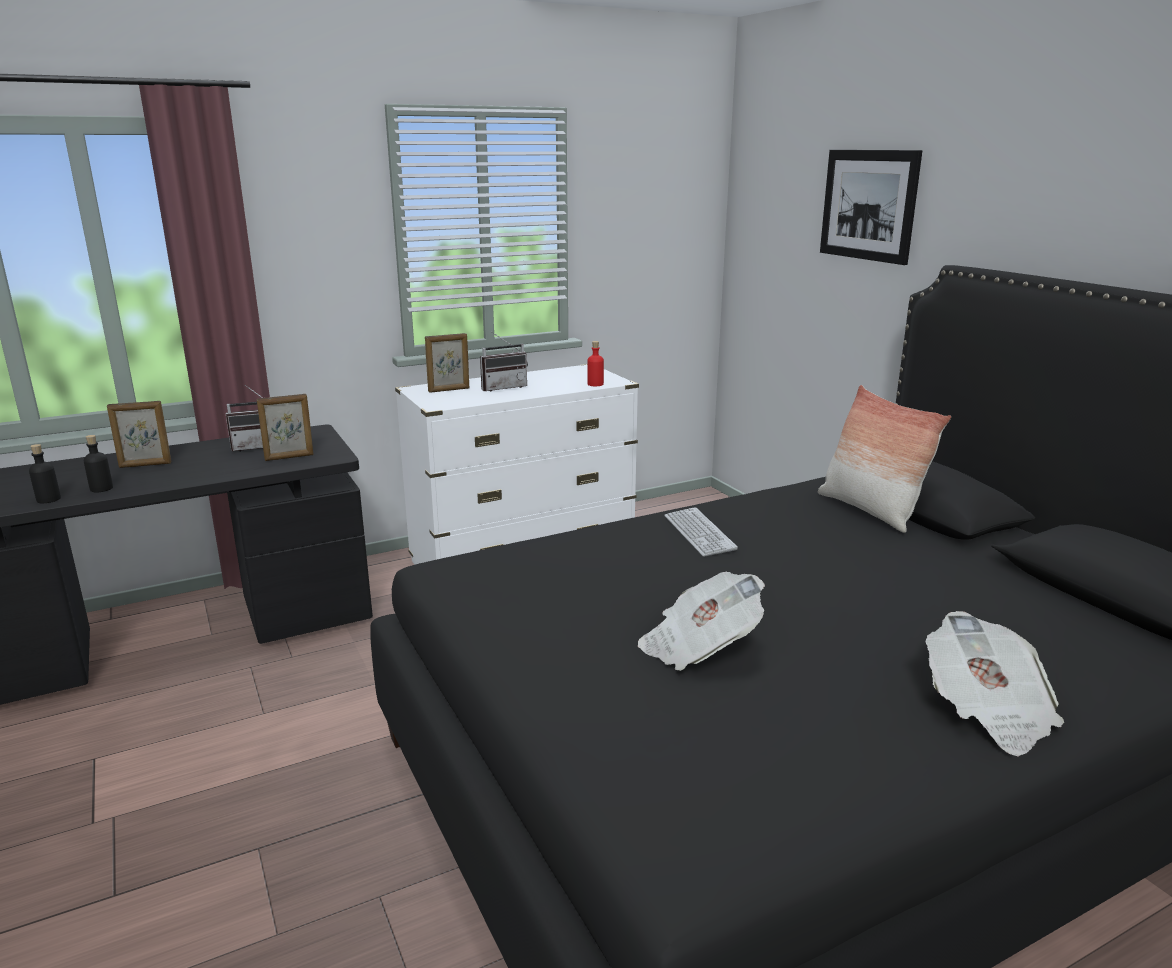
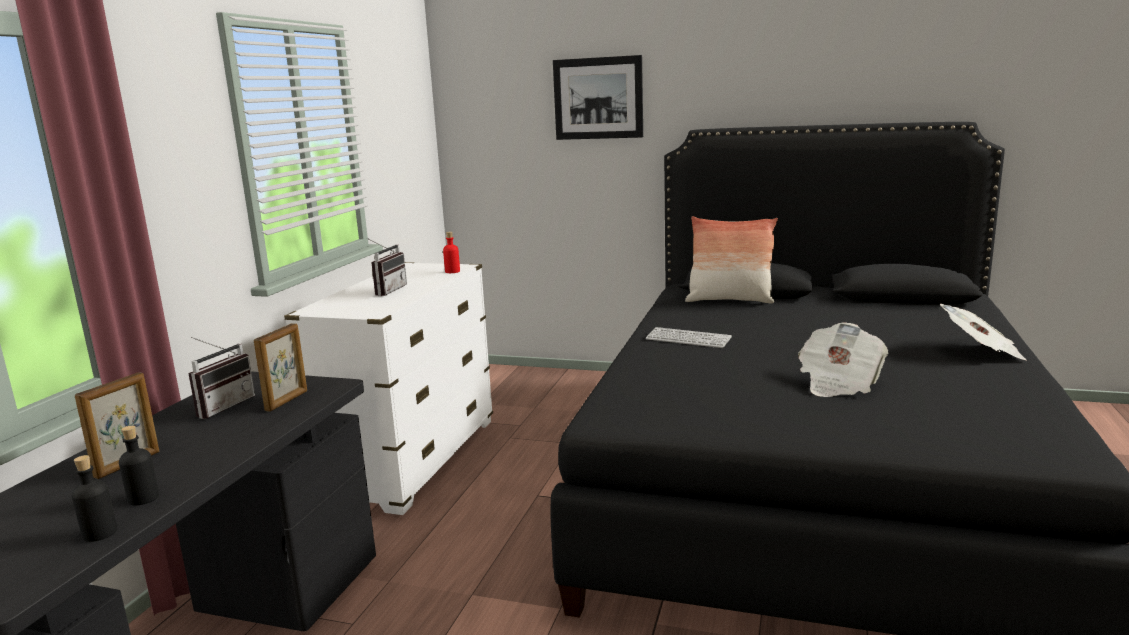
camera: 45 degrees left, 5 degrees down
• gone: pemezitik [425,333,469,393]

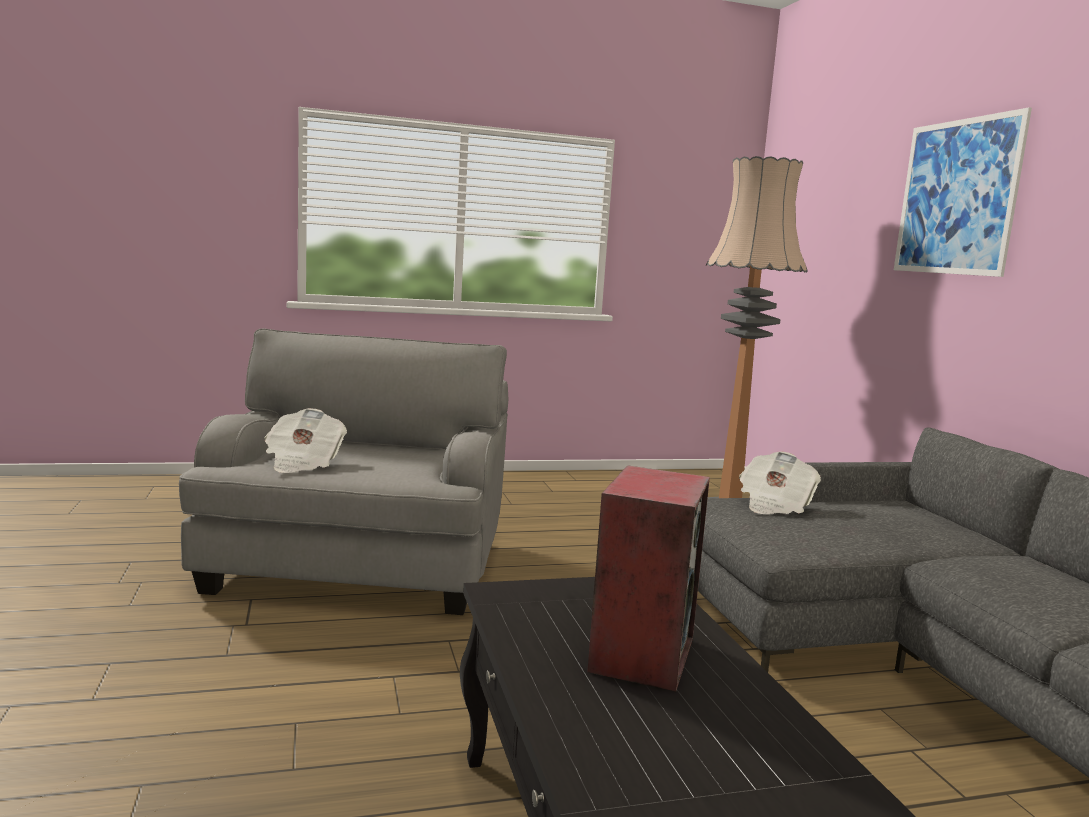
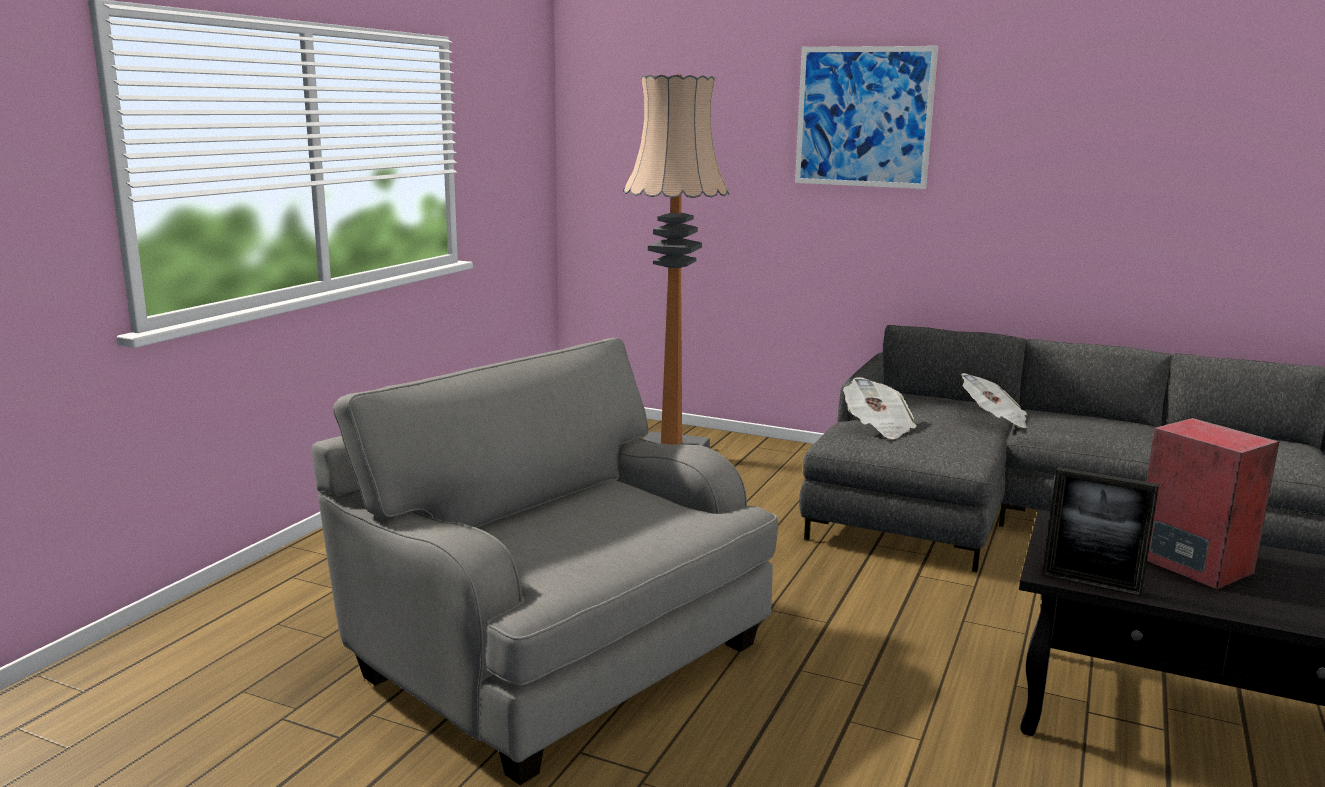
camera: 50 degrees left, 5 degrees up
• shifted: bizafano [265,408,347,473] to [961,373,1027,428]
• new: pemezitik [1043,467,1159,597]

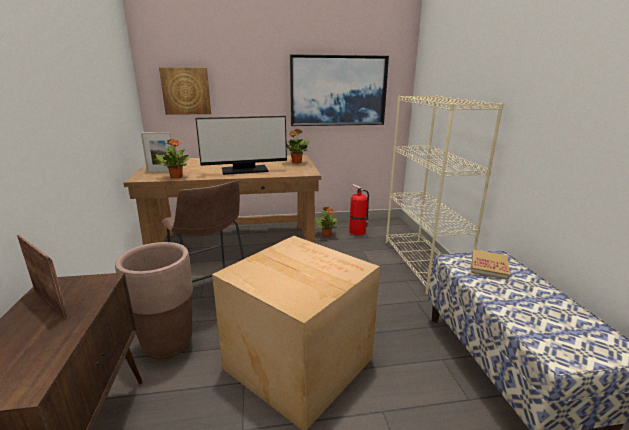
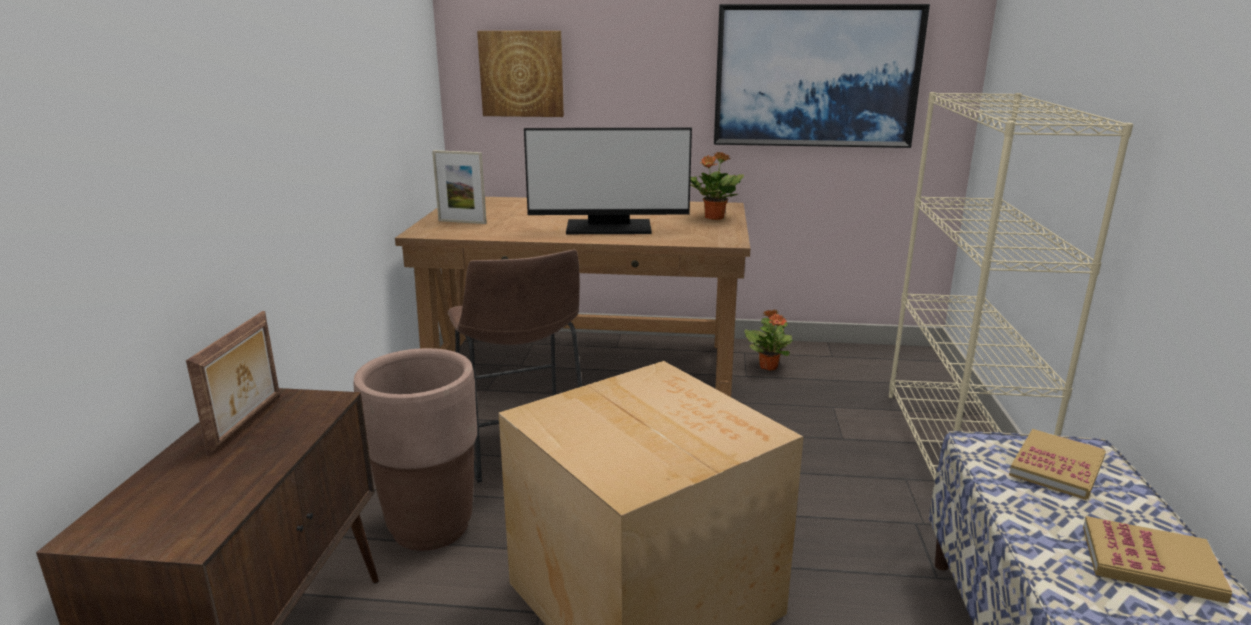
camera: 15 degrees right, 0 degrees up
• rotated: pemezitik [17,235,67,319] = [186,311,280,457] 45 degrees clockwise
• gone: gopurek [156,139,189,178]
• gone: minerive [349,184,369,235]
• new: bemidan [1083,516,1232,603]

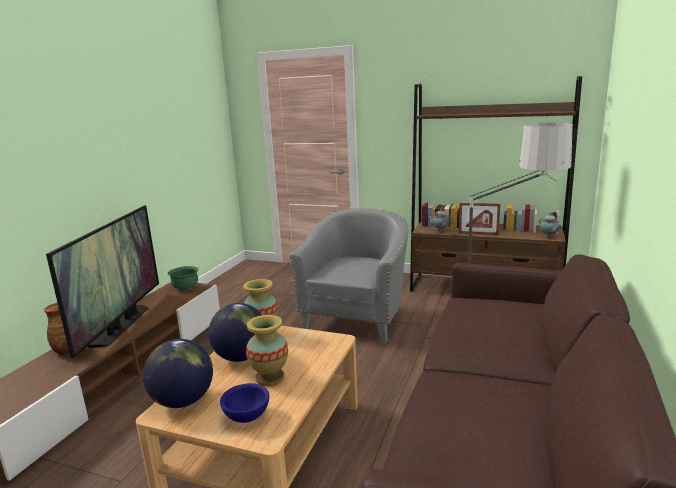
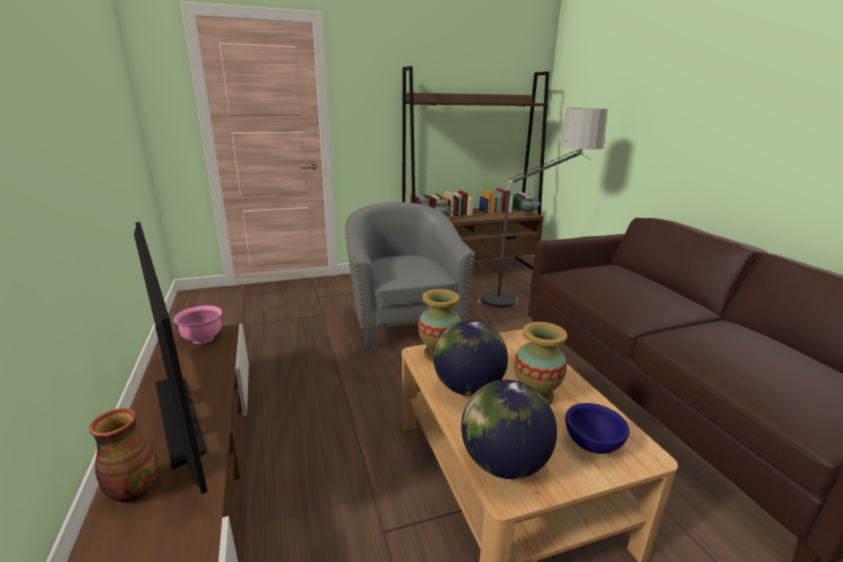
camera: 40 degrees left, 5 degrees up
• repainted: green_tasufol [167,266,199,291] to pink_tasufol [173,305,222,344]
• gone: pemezitik [459,203,500,235]

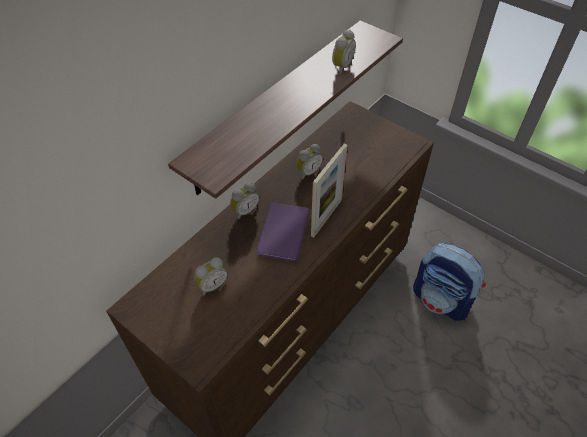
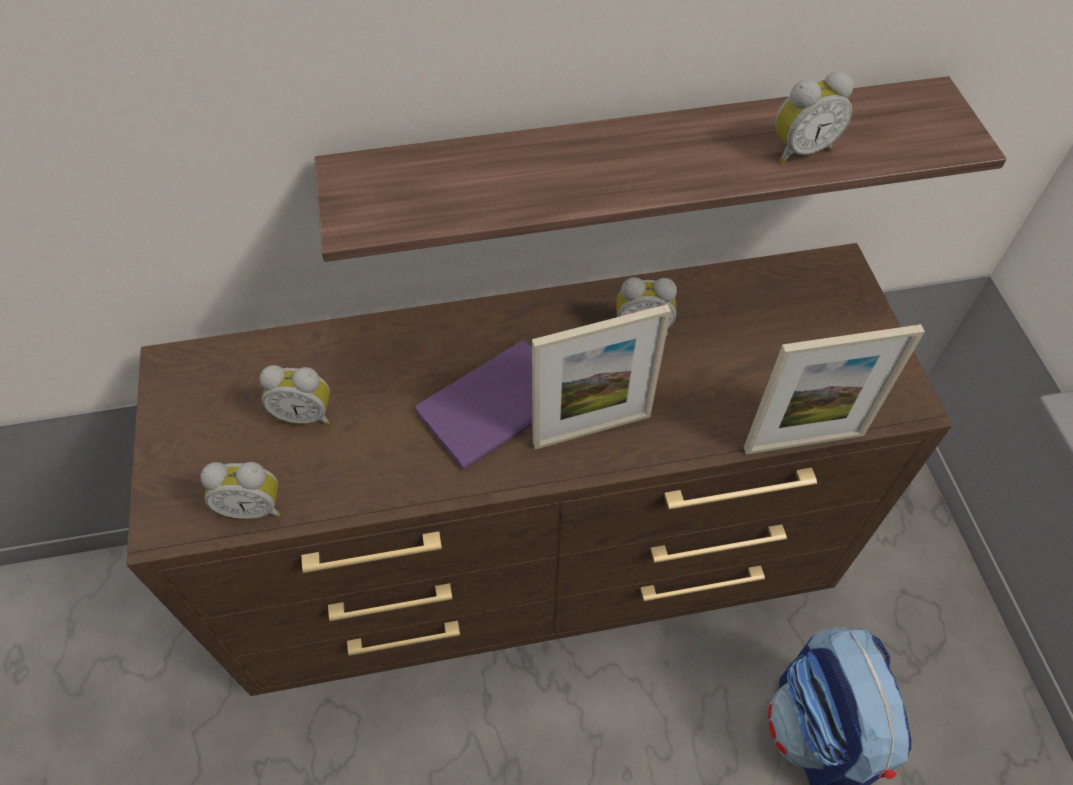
camera: 40 degrees right, 5 degrees up
• shifted: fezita [230,182,259,220] to [201,462,280,519]
• new: pemezitik [744,324,925,454]

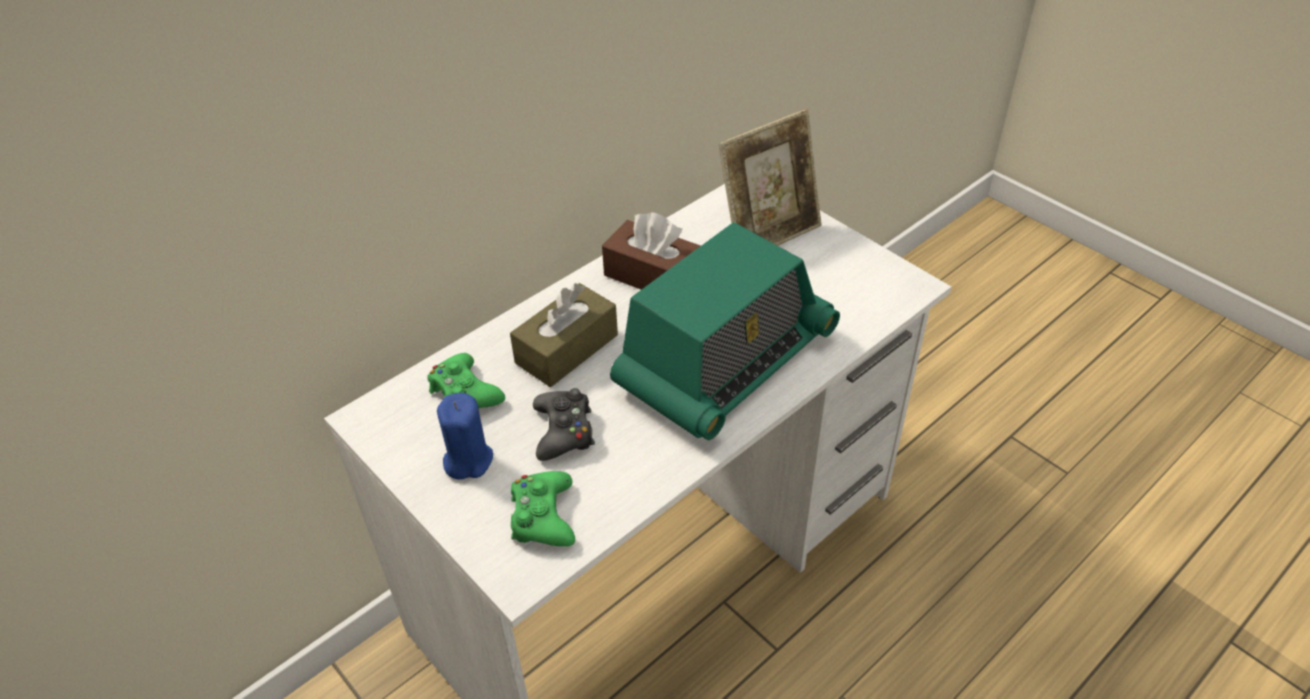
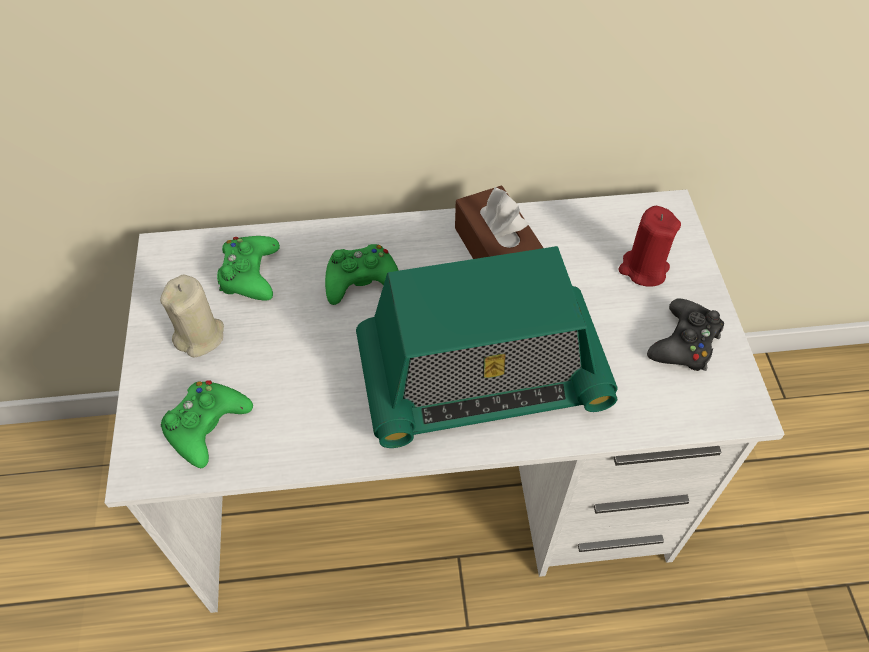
camera: 35 degrees right, 10 degrees up
• repainted: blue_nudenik [437,393,493,480] to beige_nudenik [160,275,224,358]
• swapped: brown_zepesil [510,283,618,387] to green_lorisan [325,244,399,305]
• shifted: black_lorisan [533,388,595,461] to [647,299,724,371]
• swapped: pemezitik [719,109,822,246] to red_nudenik [619,206,681,287]

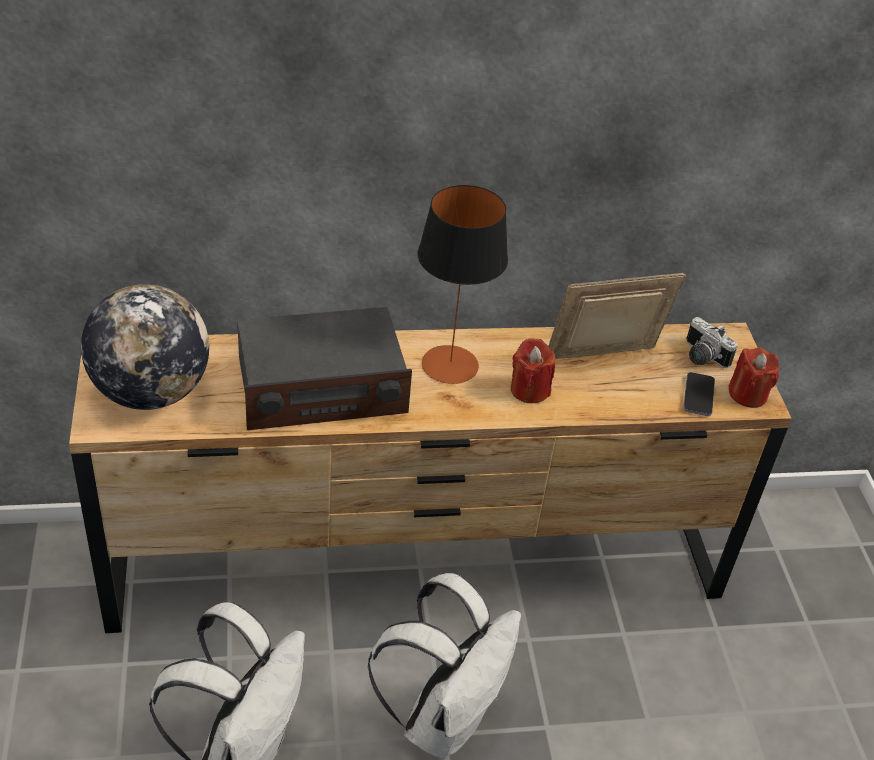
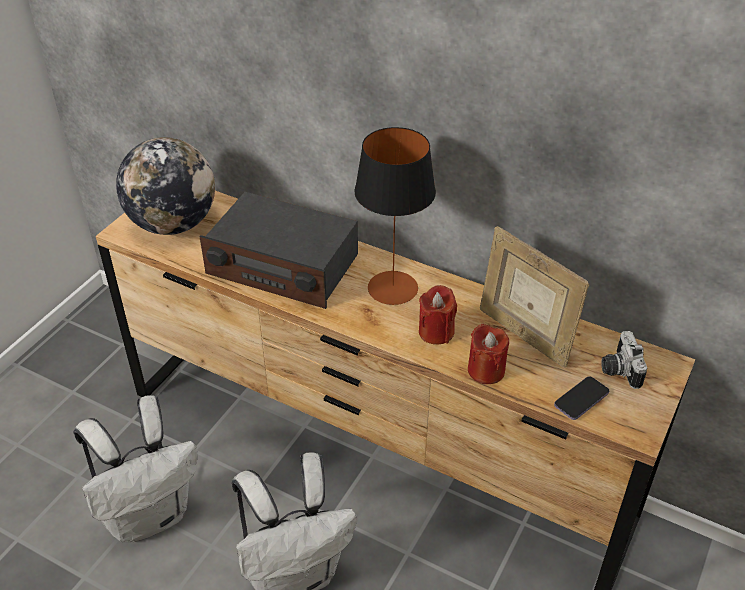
camera: 40 degrees right, 0 degrees up
• rotated: pemezitik [548,273,686,359] = [480,226,589,367] 150 degrees counterclockwise
• shifted: red_nudenik [729,347,779,408] to [468,324,509,384]

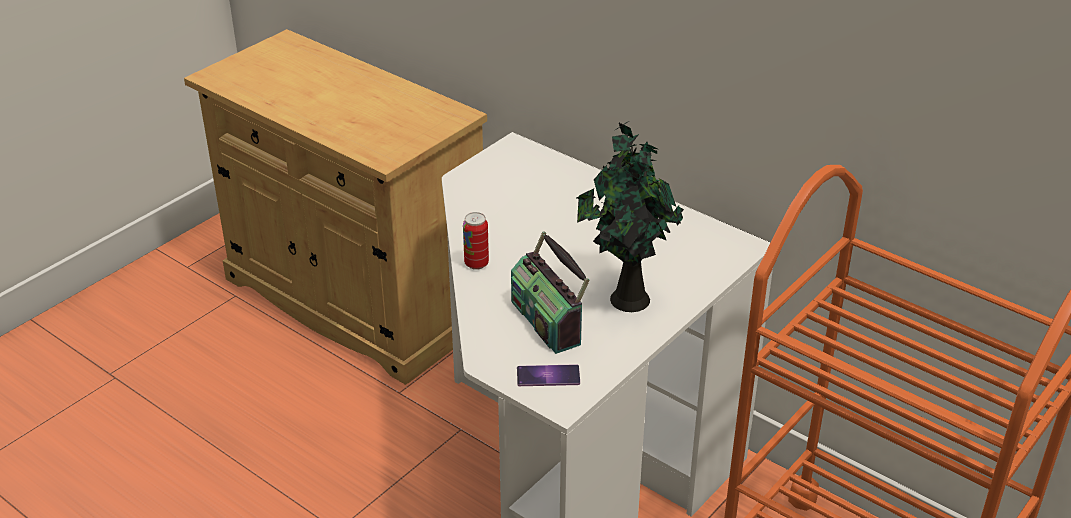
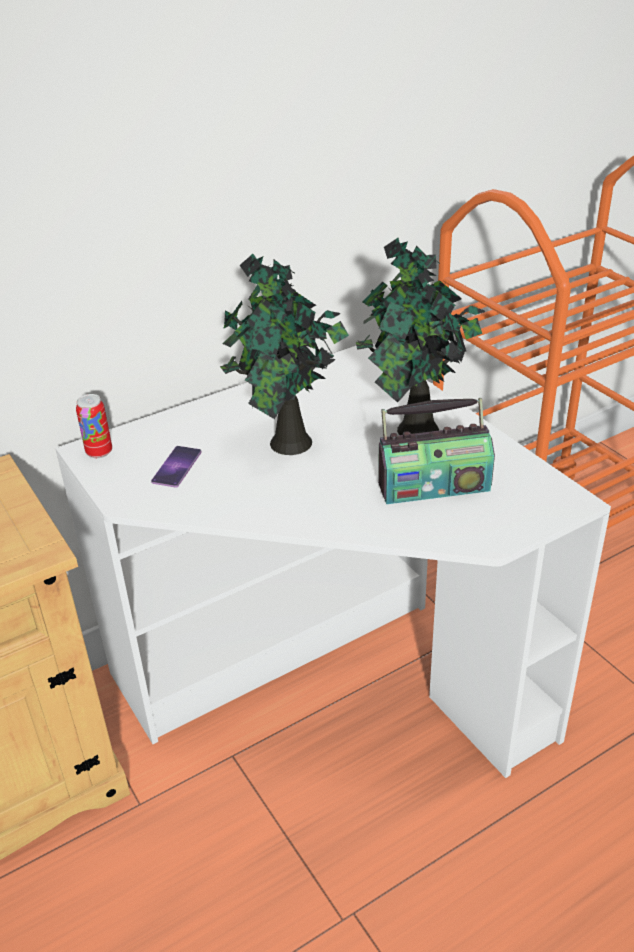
camera: 70 degrees left, 0 degrees up
• shifted: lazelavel [463,212,489,270] to [76,394,112,458]
• shifted: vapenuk [517,364,580,386] to [151,446,202,488]
• new: gopurek [220,254,349,455]

